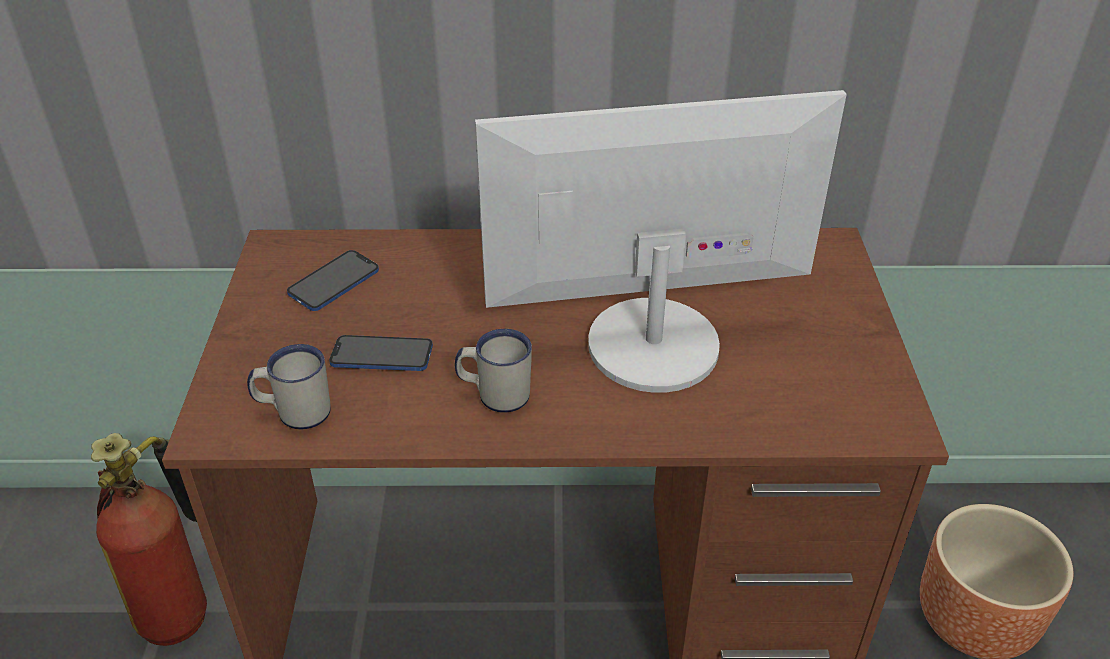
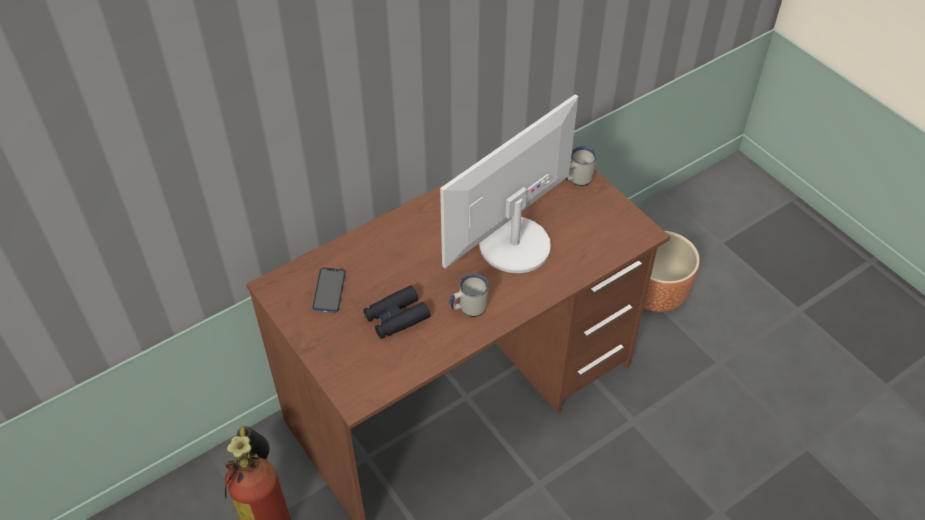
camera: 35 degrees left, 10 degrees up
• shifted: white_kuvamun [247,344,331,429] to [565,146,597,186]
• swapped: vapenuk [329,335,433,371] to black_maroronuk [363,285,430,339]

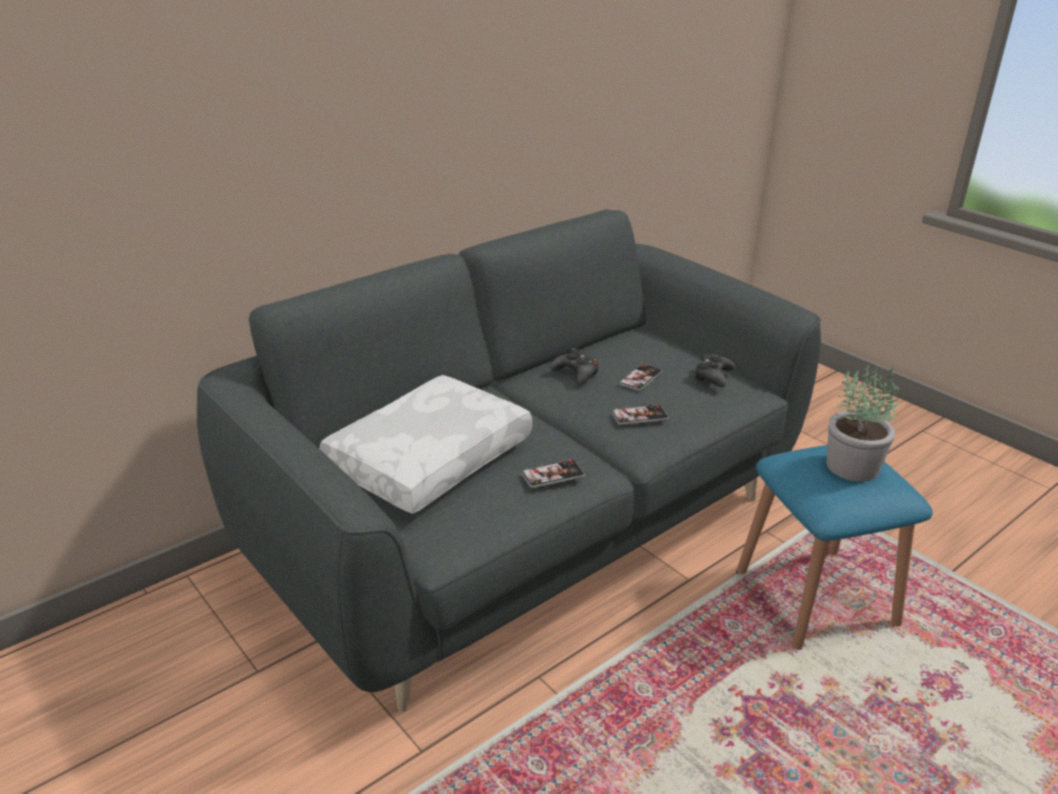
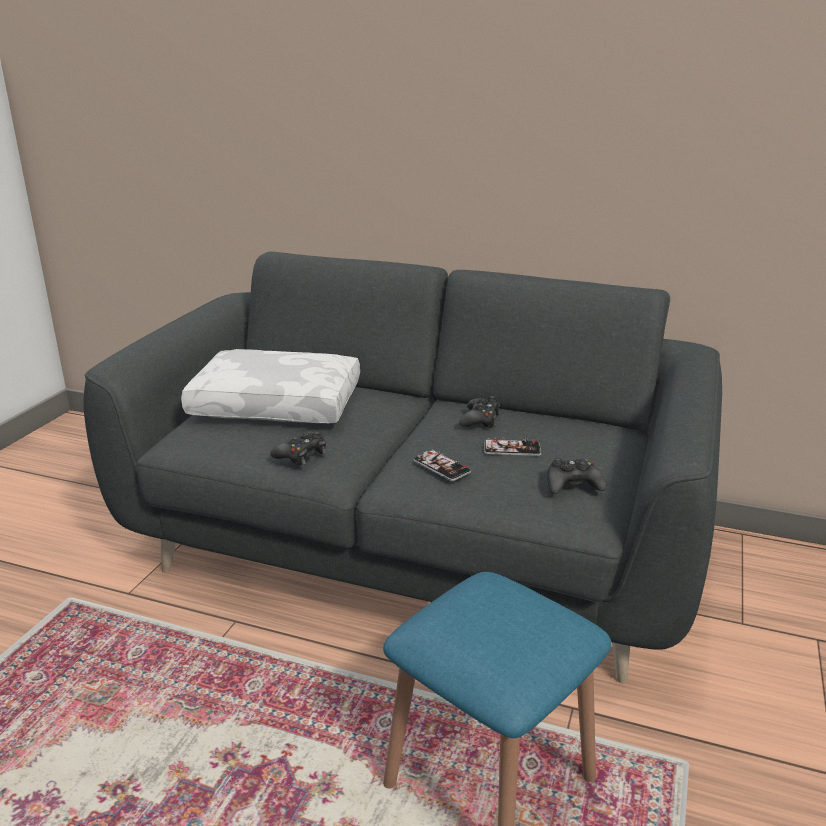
camera: 60 degrees right, 5 degrees down
• swapped: vapenuk [522,459,585,488] to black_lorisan [270,431,326,465]
• gone: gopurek [826,362,899,482]

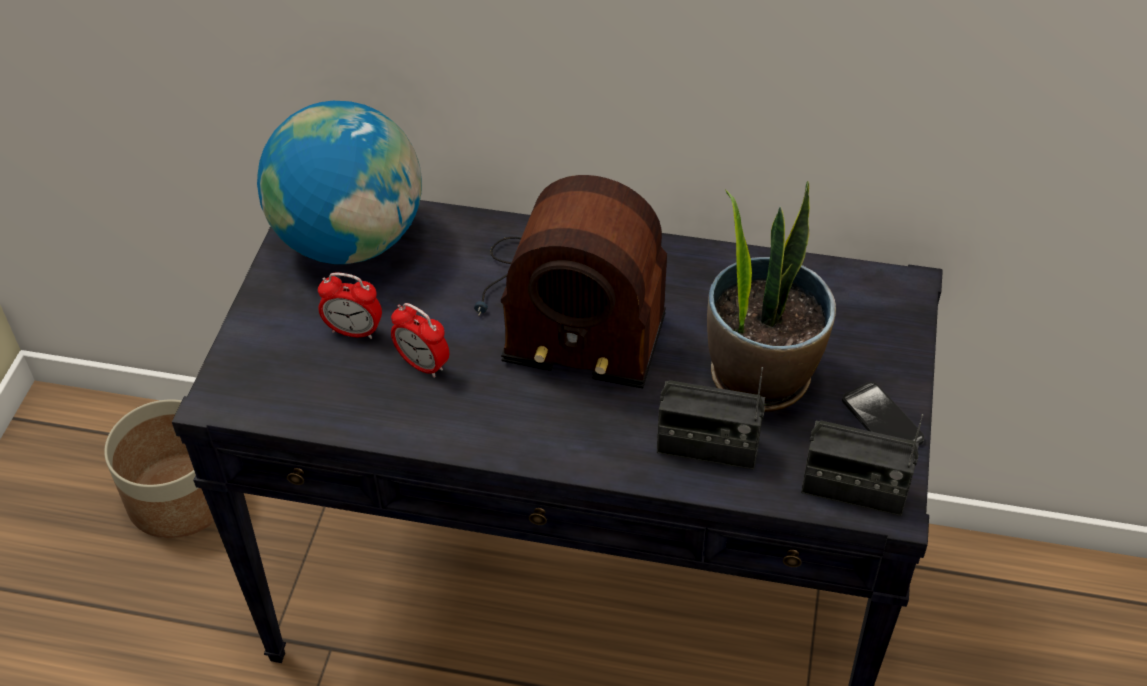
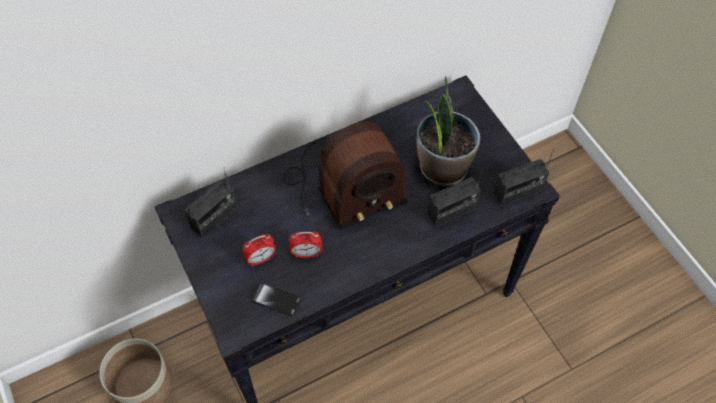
camera: 40 degrees left, 10 degrees up
• swapped: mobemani [257,101,422,264] to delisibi [184,170,238,238]
• shifted: vapenuk [842,382,925,445] to [252,283,301,316]

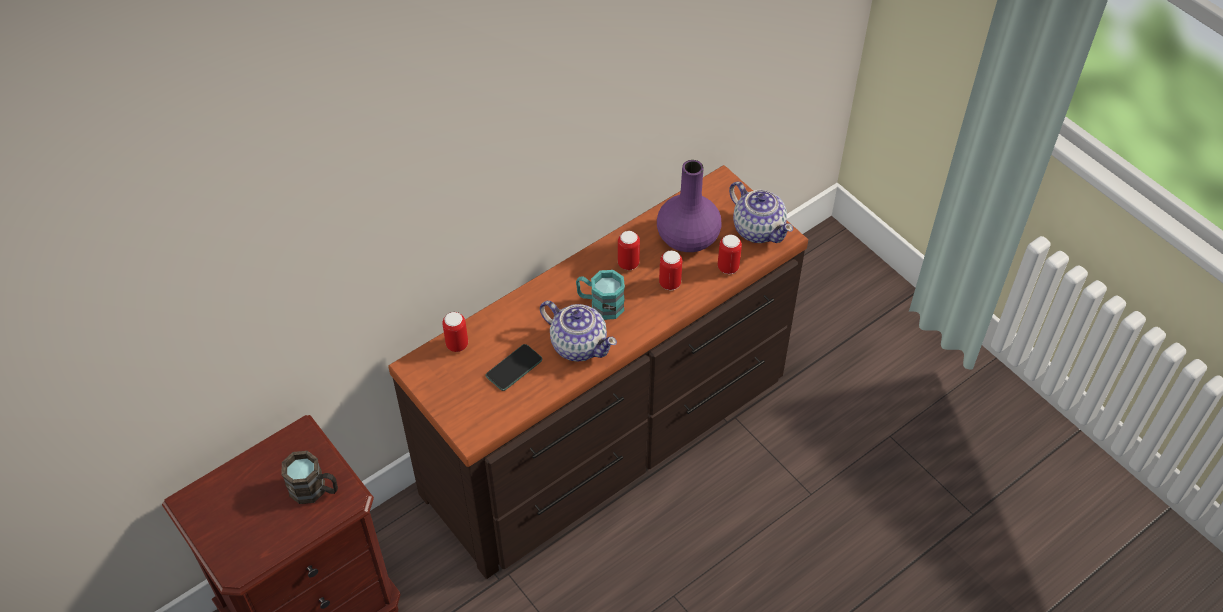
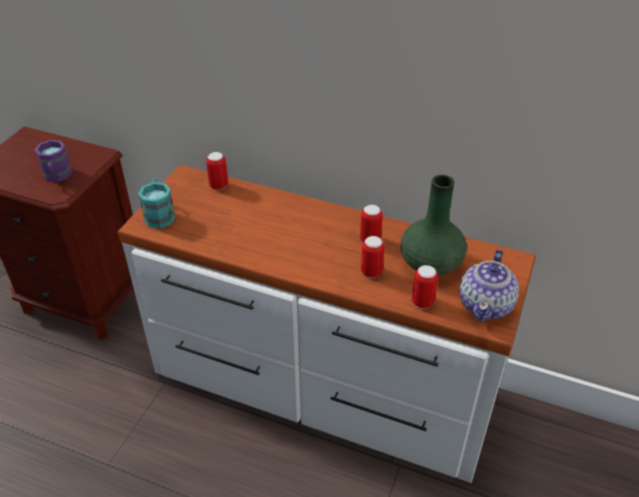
camera: 60 degrees right, 10 degrees down
• repainted: brown_kuvamun [281,451,338,504] to purple_kuvamun [35,140,72,184]
• repainted: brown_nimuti [388,165,808,579] to white_nimuti [118,165,536,483]
• gone: vapenuk [486,344,542,391]
• gone: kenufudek [540,301,617,362]
• shifted: turquoise_kuvamun [576,270,625,320] to [138,178,175,229]
• repainted: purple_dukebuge [657,160,722,252] to green_dukebuge [400,175,467,276]

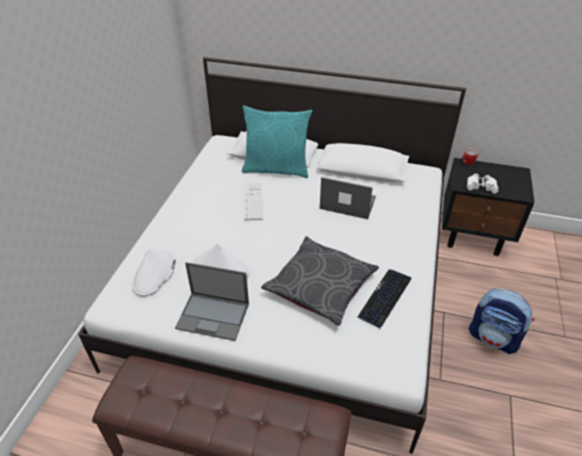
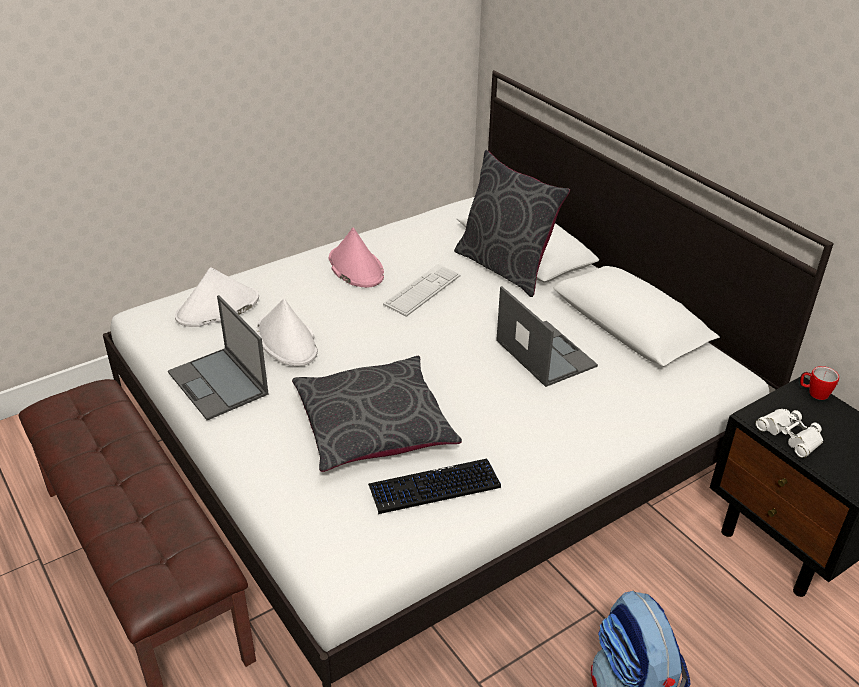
camera: 40 degrees right, 5 degrees down
• repainted: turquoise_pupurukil [242,105,312,178] to grey_pupurukil [454,150,570,297]
• new: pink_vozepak [329,228,384,288]

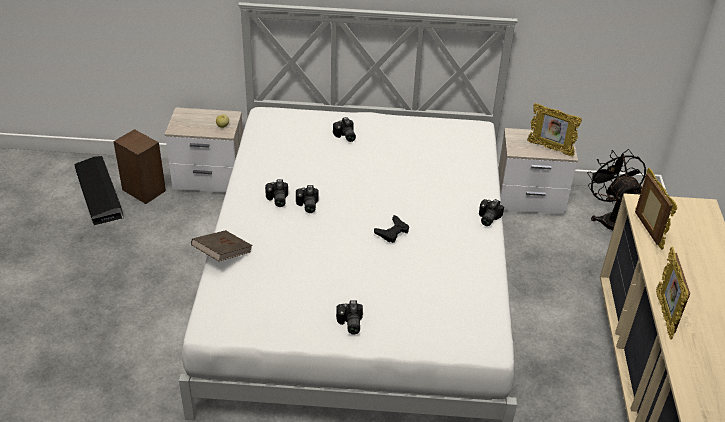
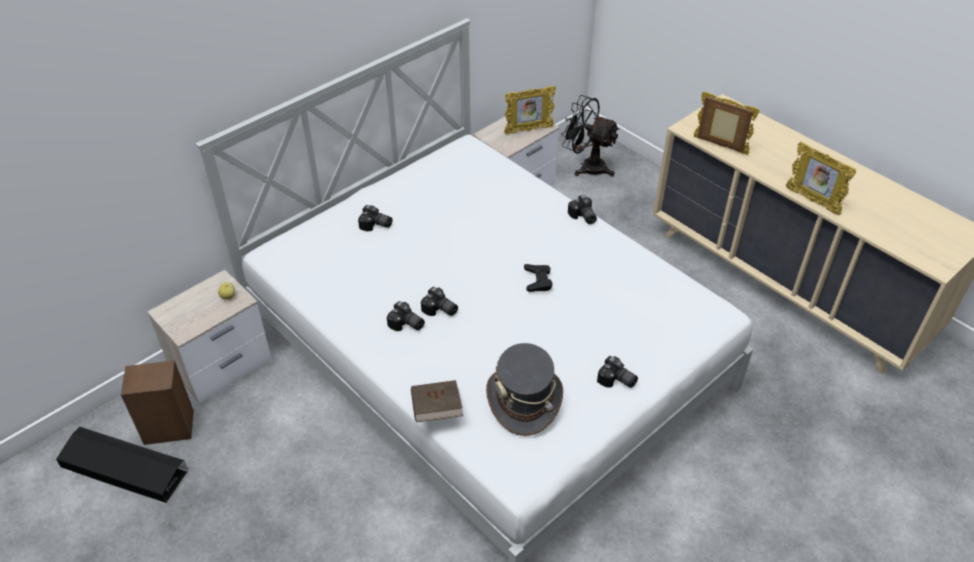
camera: 45 degrees left, 5 degrees up
• new: grey_vozepak [486,343,563,436]

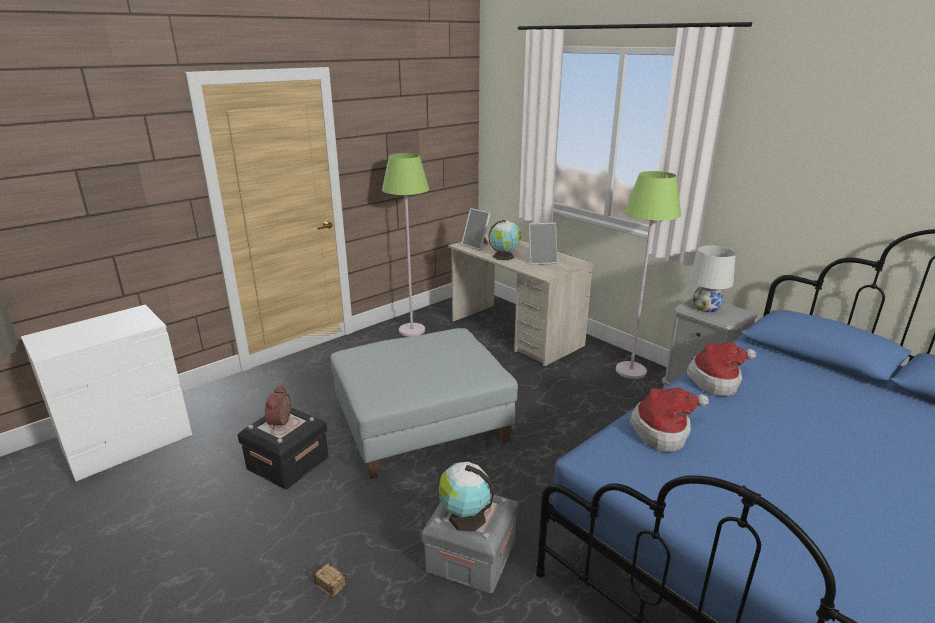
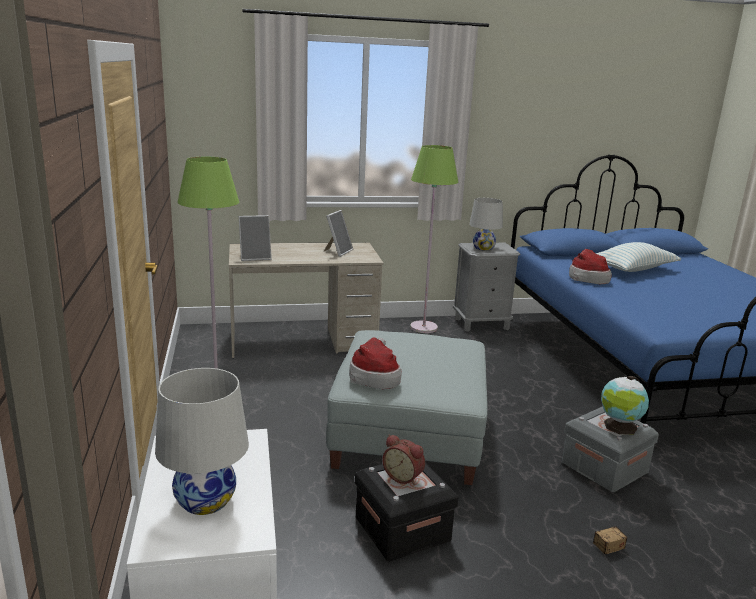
camera: 60 degrees left, 5 degrees down
• gone: mobemani [488,220,521,260]
• shifted: vozepak [630,387,709,452] to [349,337,402,389]
• new: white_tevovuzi [155,368,249,515]
• new: pupurukil [596,242,681,272]

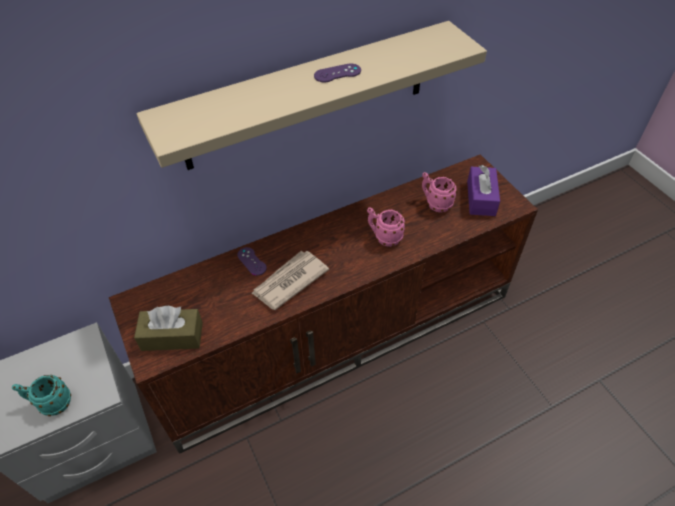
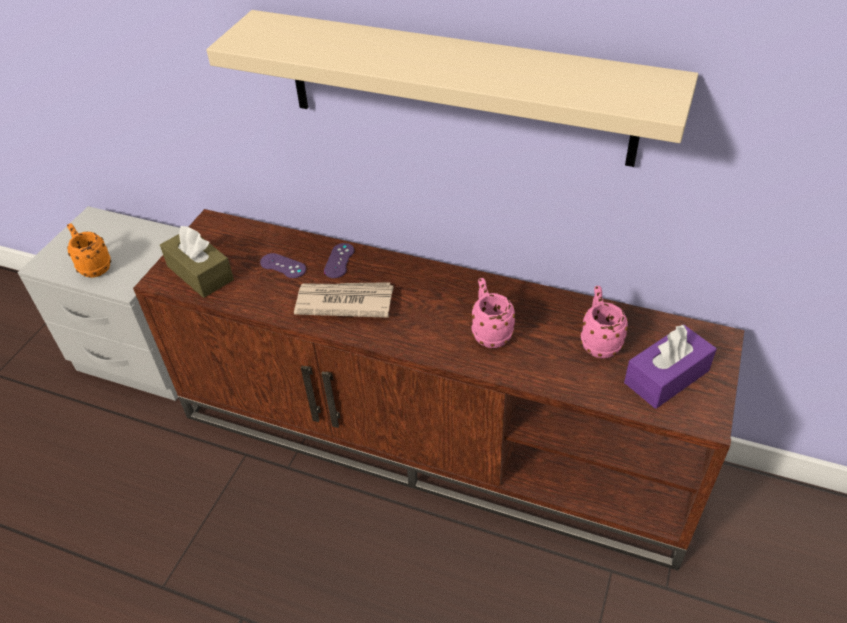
camera: 50 degrees right, 5 degrees down
• repainted: turquoise_kuvamun [12,375,71,416] to orange_kuvamun [67,223,111,278]
• shifted: purple_lorisan [314,63,361,82] to [260,253,306,278]

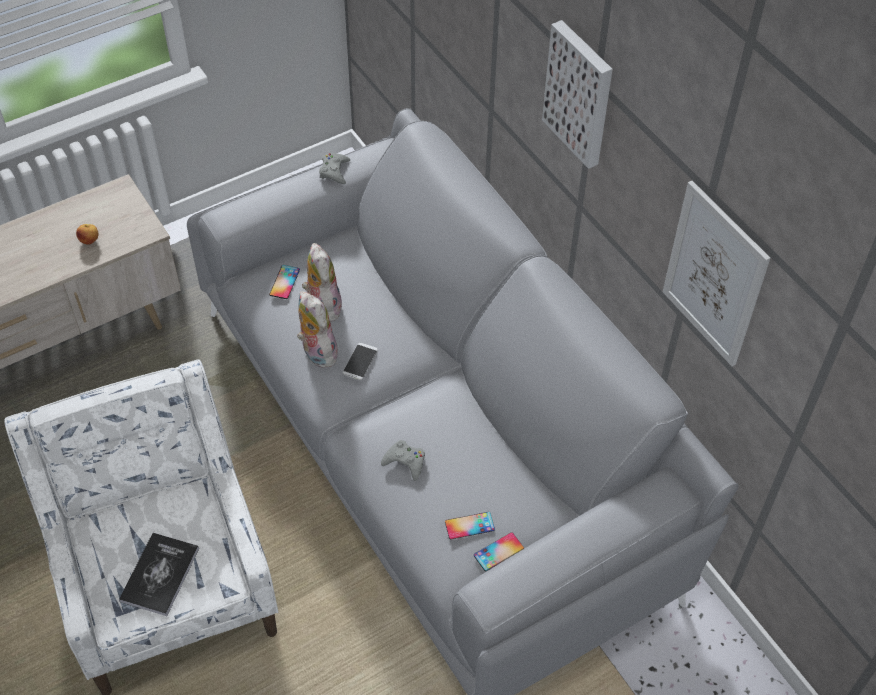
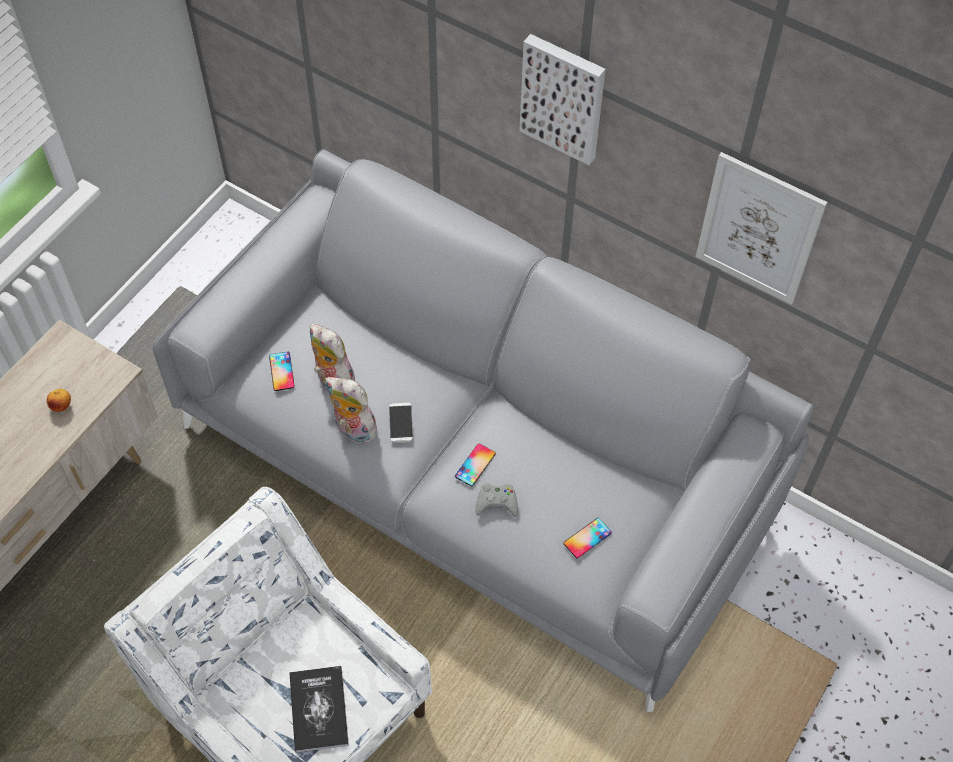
camera: 25 degrees left, 5 degrees up
• gone: grey_lorisan [319,153,350,184]
• shifted: vapenuk [474,532,524,571] to [455,443,496,486]

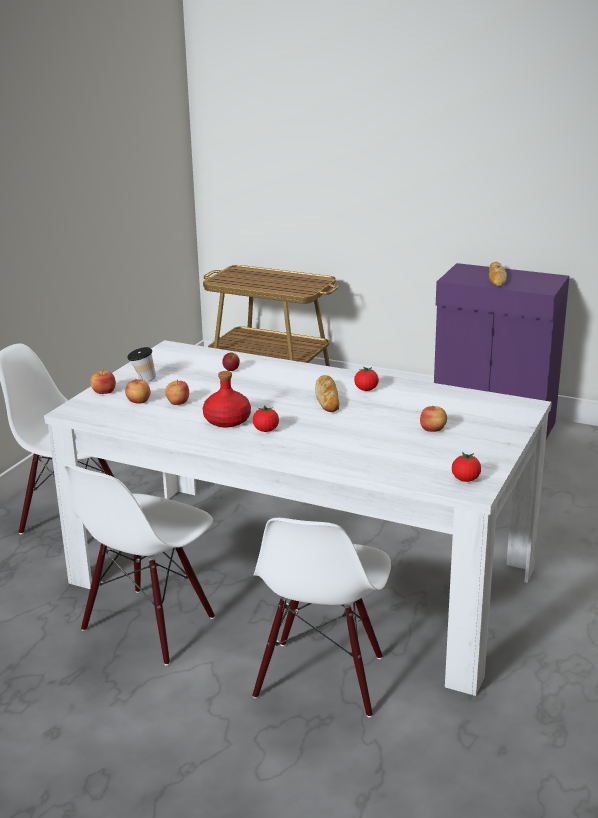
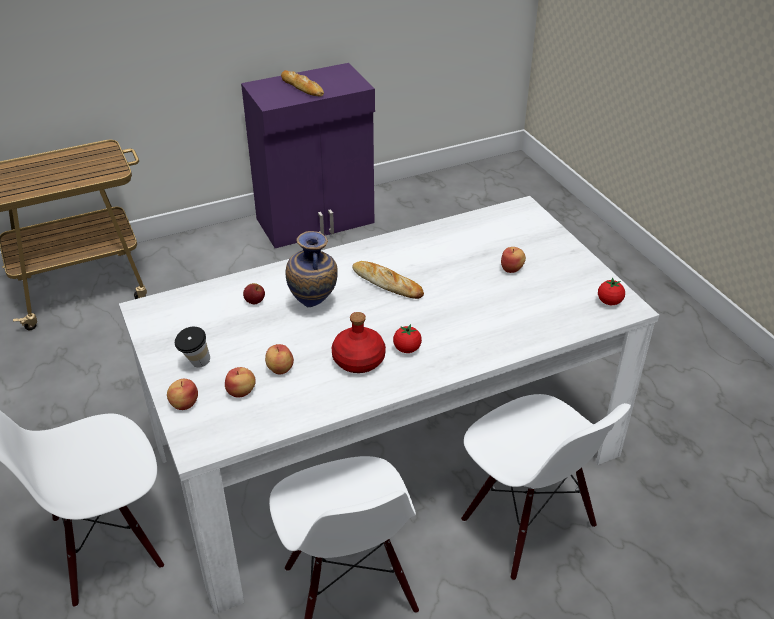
camera: 50 degrees left, 15 degrees up
• gone: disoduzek [354,366,379,391]
• new: dukebuge [285,231,338,307]

